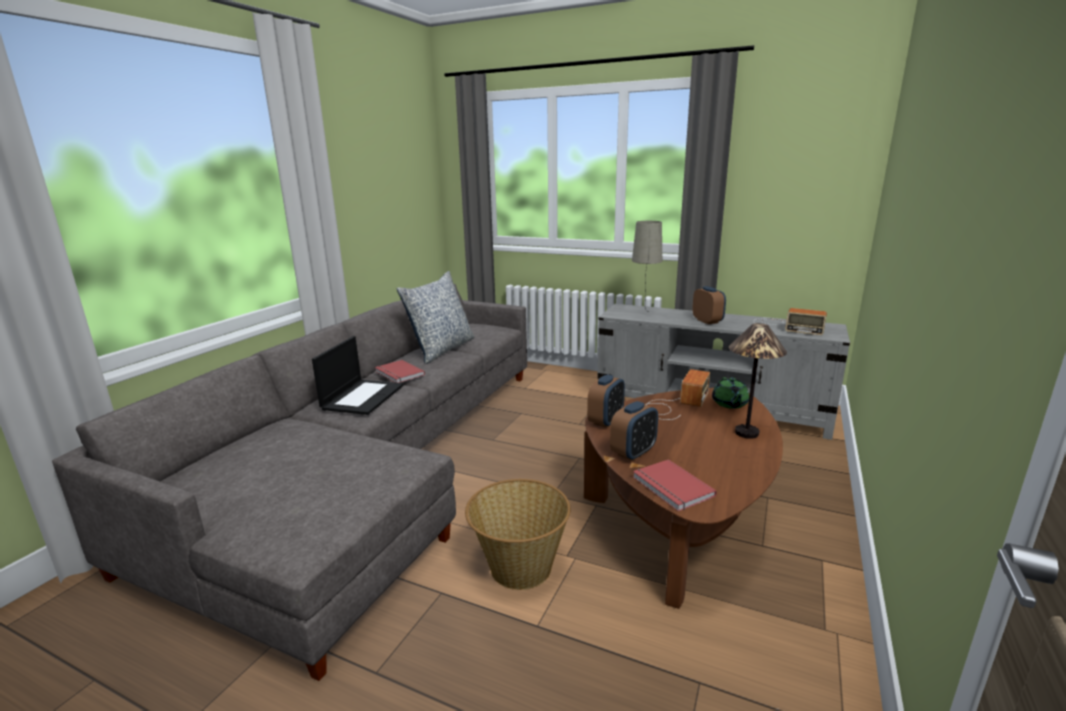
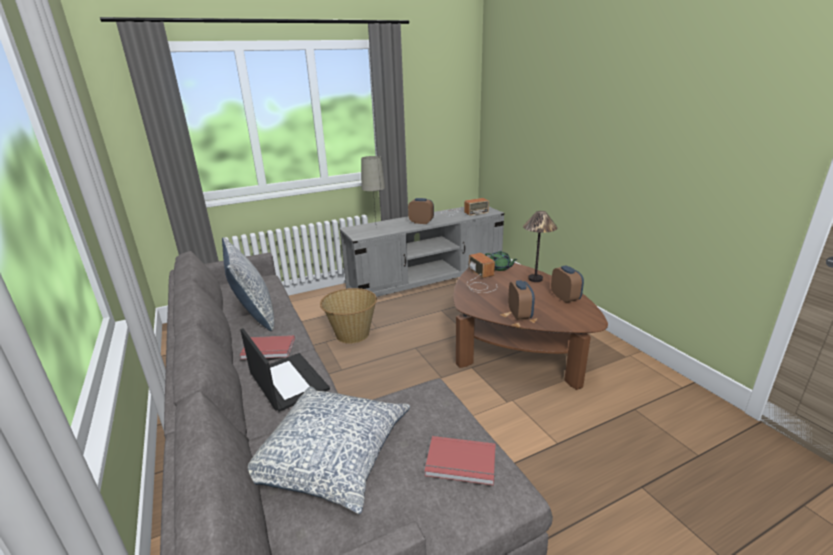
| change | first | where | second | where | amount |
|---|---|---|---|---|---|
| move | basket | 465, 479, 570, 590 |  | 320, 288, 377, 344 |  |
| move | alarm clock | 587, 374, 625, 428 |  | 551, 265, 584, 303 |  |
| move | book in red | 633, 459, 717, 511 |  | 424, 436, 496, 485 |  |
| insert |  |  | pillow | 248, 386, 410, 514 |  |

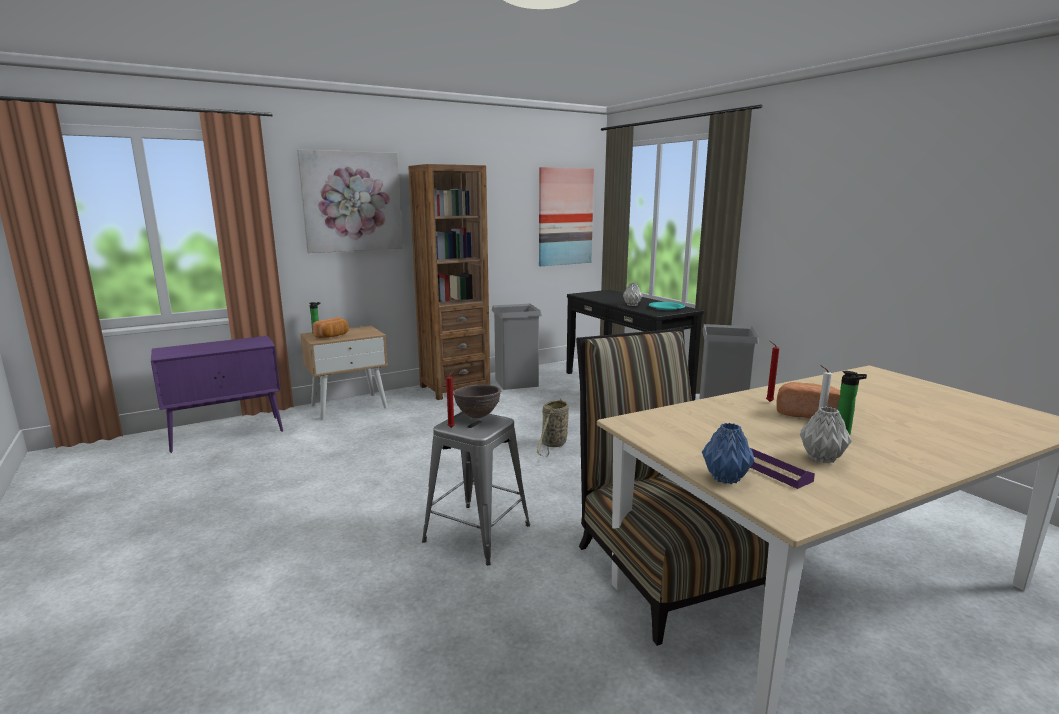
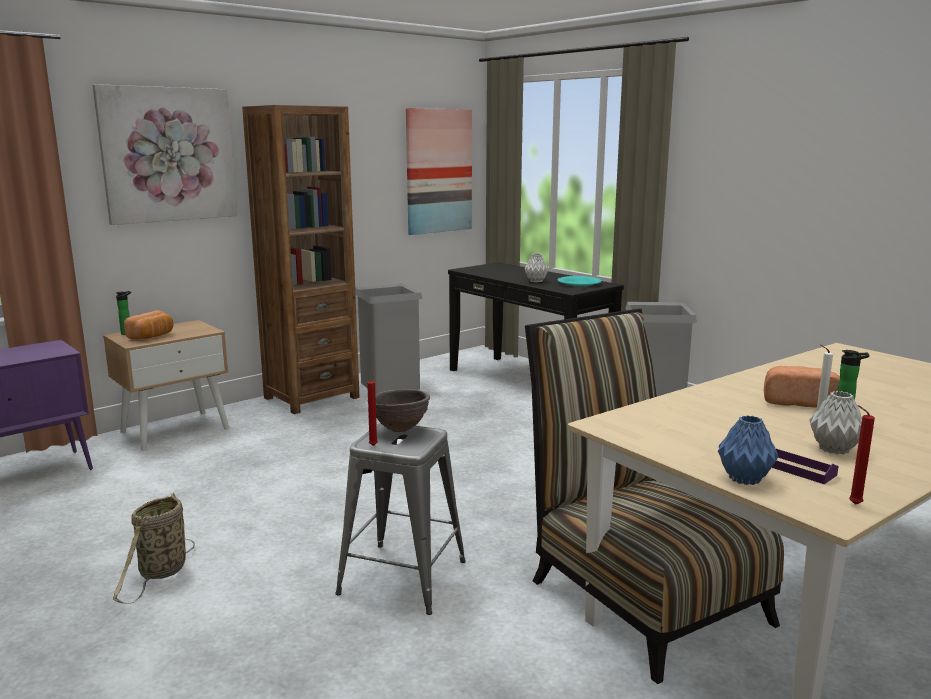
| change | first | where | second | where | amount |
|---|---|---|---|---|---|
| move | basket | 537, 399, 569, 457 |  | 113, 493, 195, 604 |  |
| move | candle in red | 766, 341, 779, 402 |  | 849, 405, 875, 505 |  |

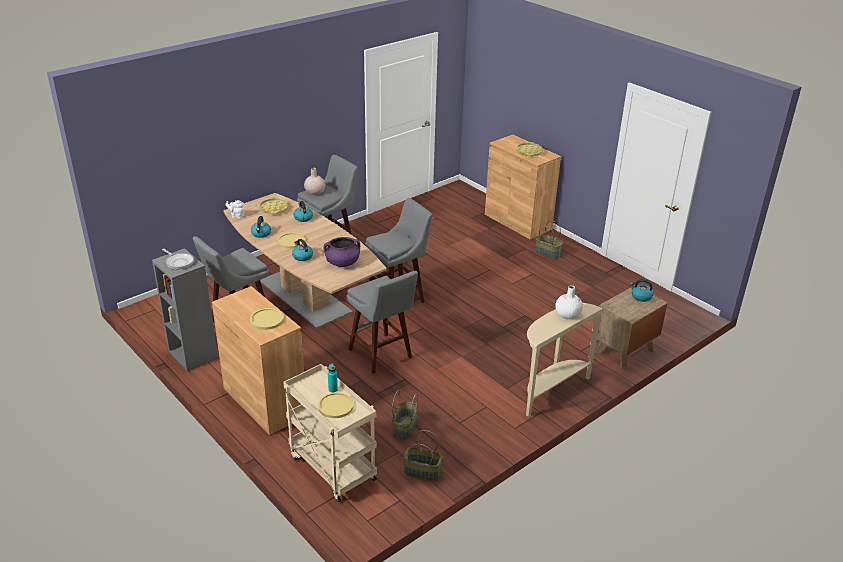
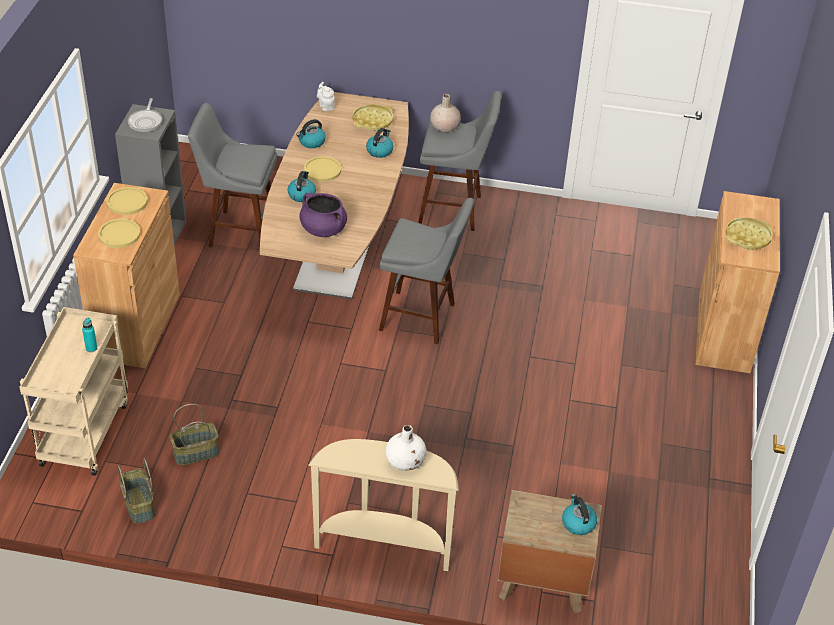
| change | first | where | second | where | amount |
|---|---|---|---|---|---|
| move | plate in yellow | 318, 392, 354, 418 |  | 107, 187, 148, 215 |  |
| delete | stool in grey | 346, 271, 418, 374 |  |  |  |
| delete | basket | 535, 221, 563, 259 |  |  |  |

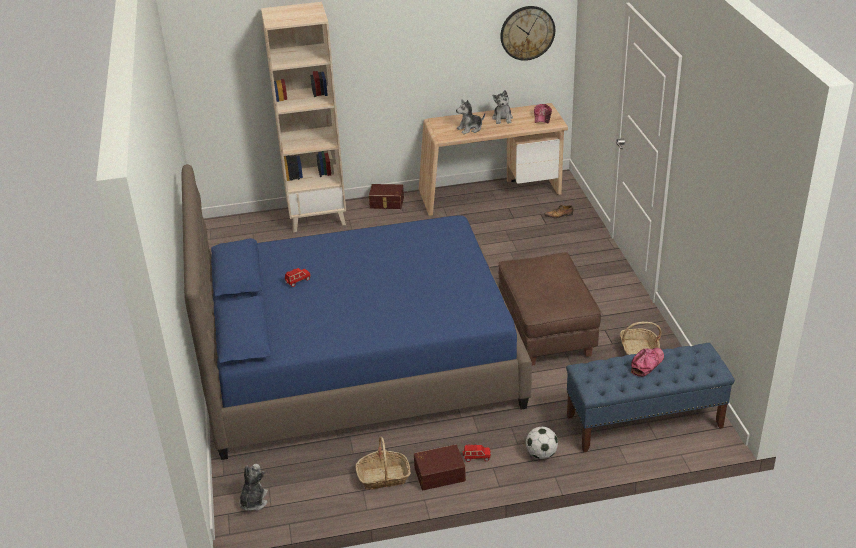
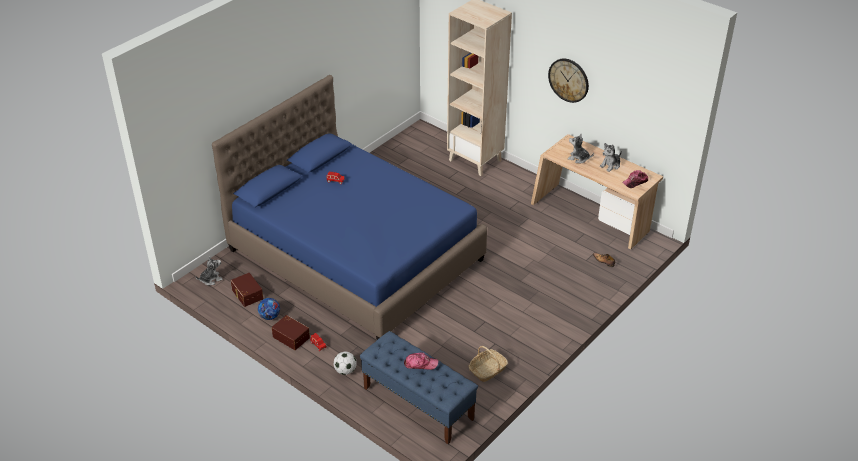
| change | first | where | second | where | amount |
|---|---|---|---|---|---|
| replace | basket | 355, 437, 411, 490 | football | 258, 298, 280, 320 |  |
| move | storage box in brown | 369, 184, 404, 209 |  | 231, 273, 264, 307 |  |
| delete | ottoman in brown | 499, 252, 601, 366 |  |  |  |
| move | wall clock | 500, 6, 555, 61 |  | 548, 58, 589, 103 |  |

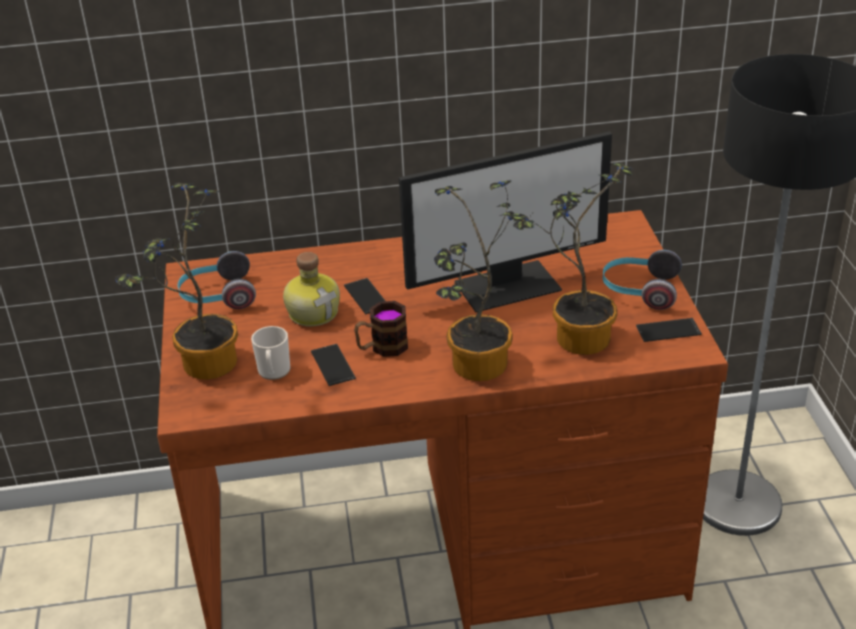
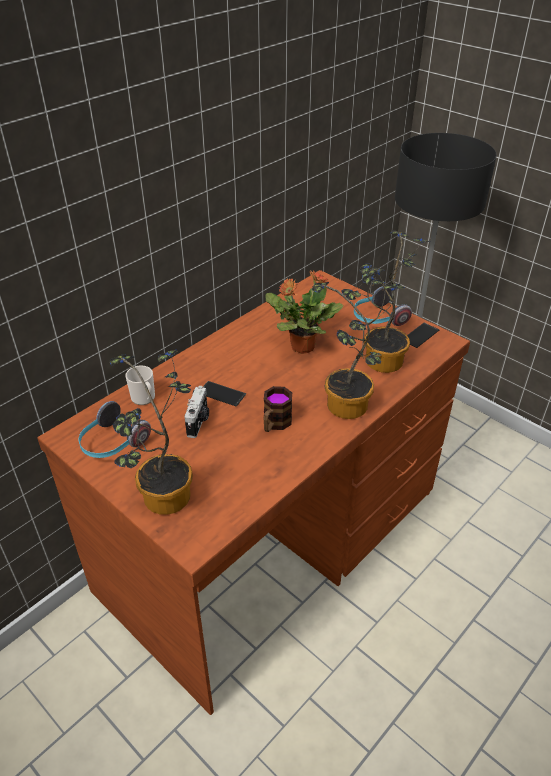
| change | first | where | second | where | amount |
|---|---|---|---|---|---|
| move | mug | 251, 326, 290, 380 |  | 125, 366, 155, 405 |  |
| replace | bottle | 283, 252, 340, 327 | photo camera | 184, 386, 209, 438 |  |
| delete | phone | 311, 344, 356, 386 |  |  |  |
| replace | monitor | 399, 132, 612, 312 | potted plant | 265, 270, 343, 354 |  |

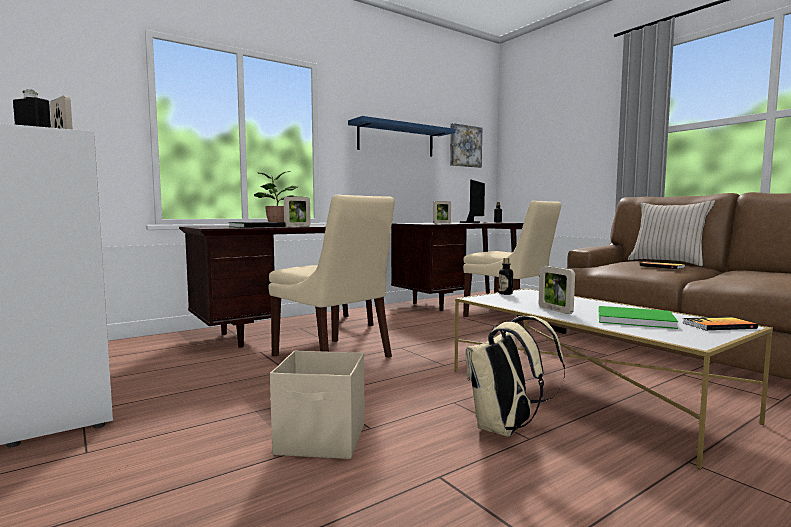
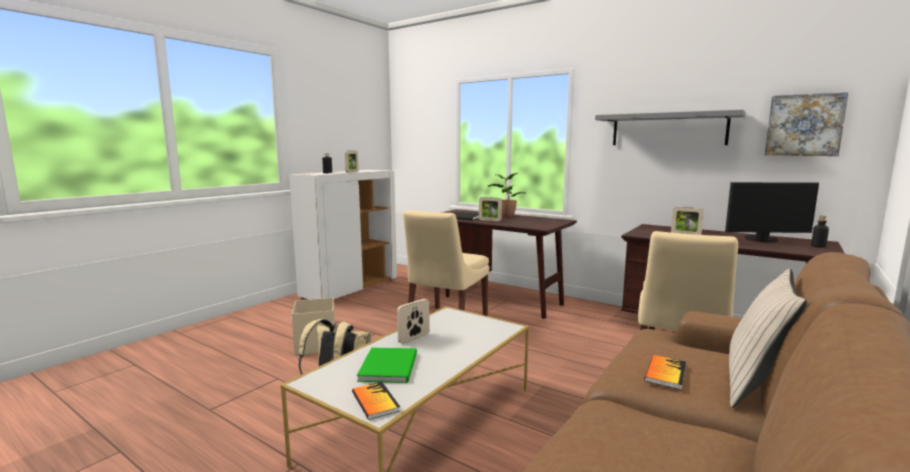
| change | first | where | second | where | amount |
|---|---|---|---|---|---|
| recolor | shelf in blue | 348, 116, 455, 157 | shelf in grey | 595, 110, 746, 145 |  |
| delete | bottle | 499, 258, 513, 295 |  |  |  |

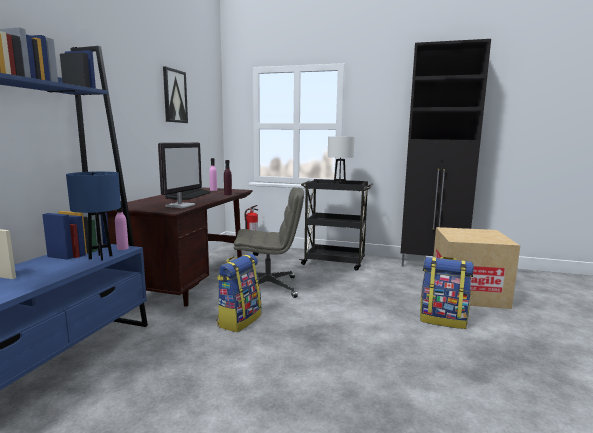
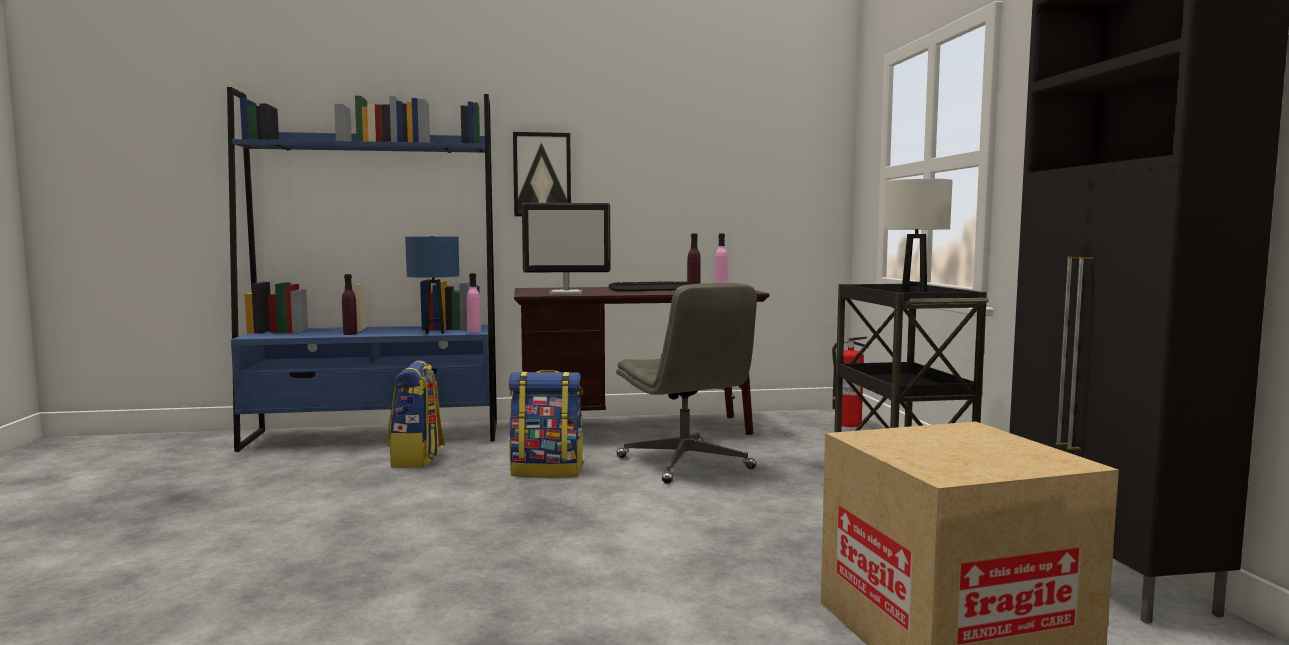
| change | first | where | second | where | amount |
|---|---|---|---|---|---|
| move | picture | 163, 66, 188, 123 |  | 513, 132, 571, 216 |  |
| move | backpack | 420, 257, 474, 329 |  | 388, 360, 445, 468 |  |
| insert |  |  | bottle in purple | 342, 274, 357, 335 |  |

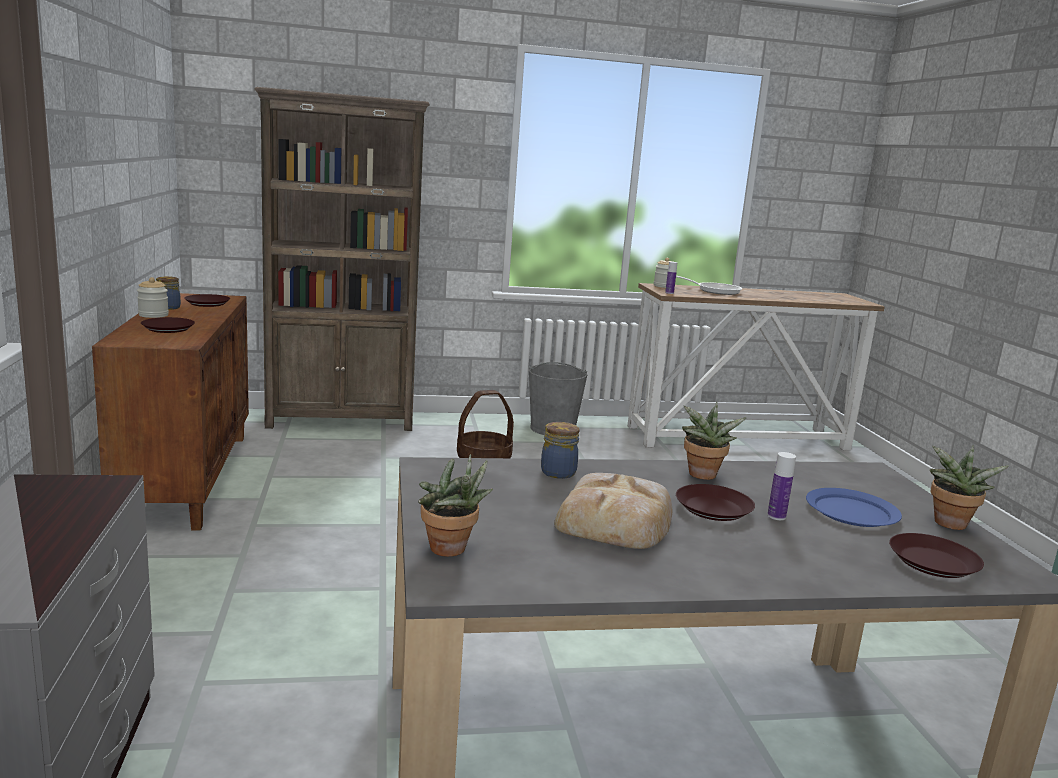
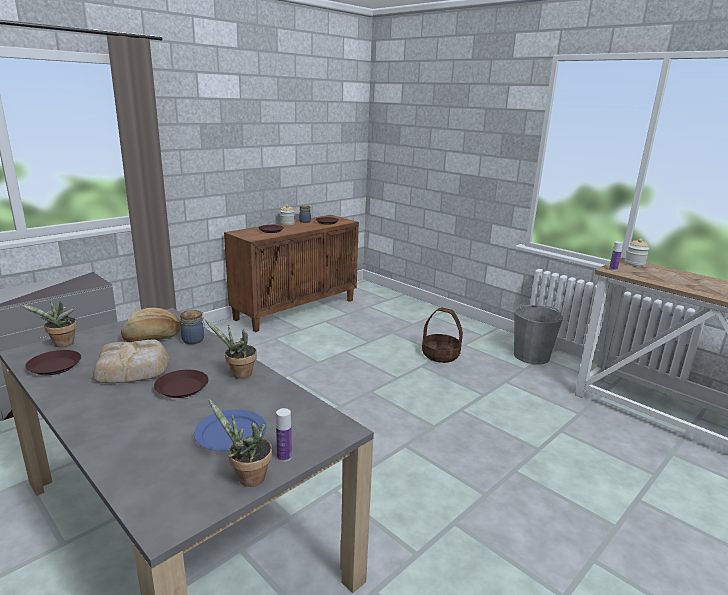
| change | first | where | second | where | amount |
|---|---|---|---|---|---|
| delete | bookcase in brown | 254, 87, 430, 431 |  |  |  |
| delete | frying pan | 676, 276, 743, 295 |  |  |  |
| move | bottle | 767, 452, 796, 520 |  | 276, 408, 292, 462 |  |
| move | plate in brown | 889, 533, 984, 578 |  | 25, 350, 81, 375 |  |
| insert |  |  | bread | 121, 308, 181, 342 |  |

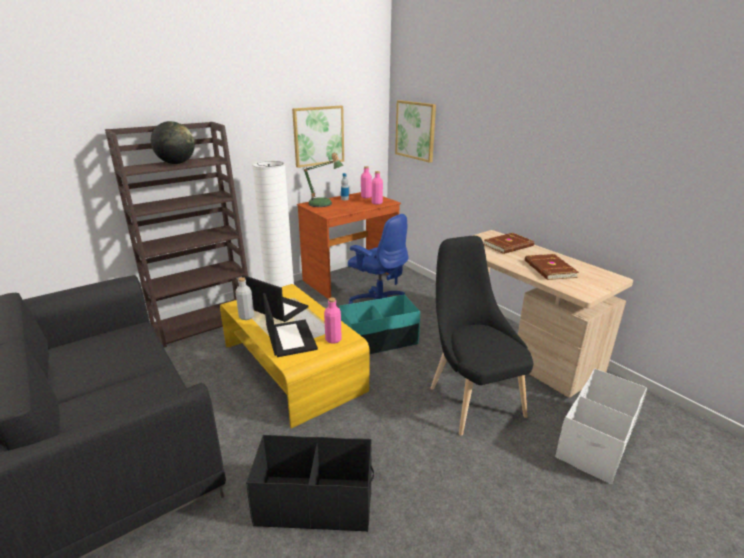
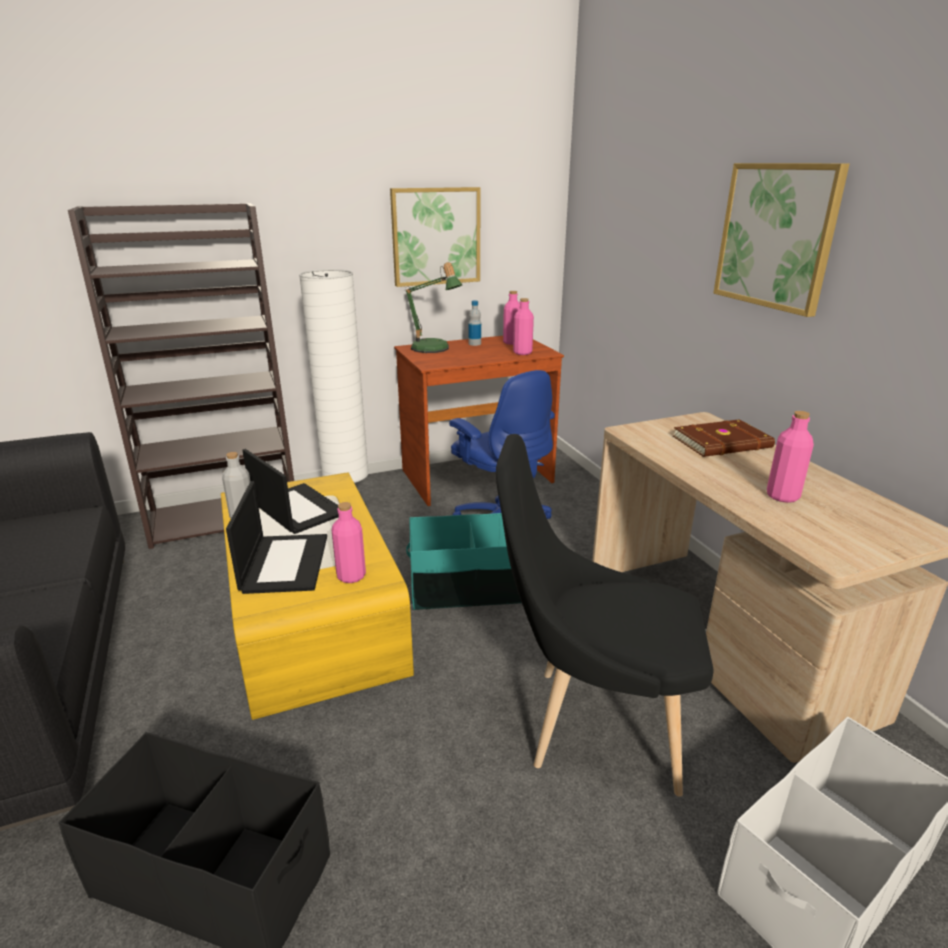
| change | first | where | second | where | amount |
|---|---|---|---|---|---|
| delete | globe | 151, 121, 195, 164 |  |  |  |
| move | picture | 395, 100, 436, 163 |  | 713, 163, 849, 317 |  |
| rotate | chair in black | 431, 236, 533, 436 |  | 496, 434, 714, 797 | 75 degrees counterclockwise |
| replace | book in brown | 525, 254, 579, 280 | bottle in pink | 767, 411, 814, 503 |  |

